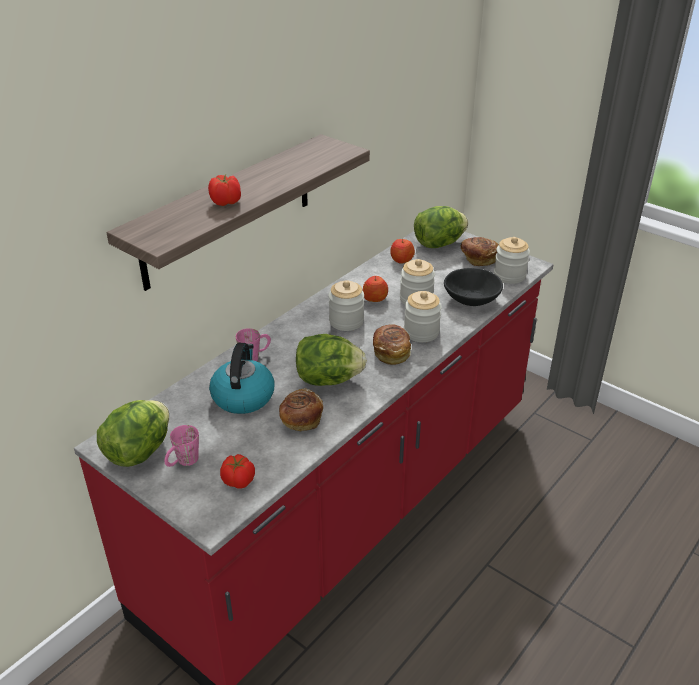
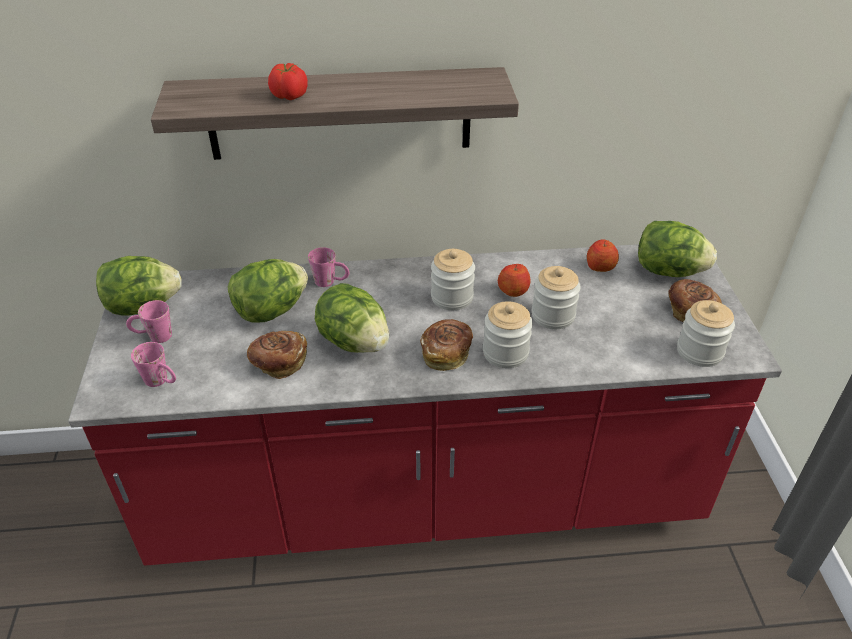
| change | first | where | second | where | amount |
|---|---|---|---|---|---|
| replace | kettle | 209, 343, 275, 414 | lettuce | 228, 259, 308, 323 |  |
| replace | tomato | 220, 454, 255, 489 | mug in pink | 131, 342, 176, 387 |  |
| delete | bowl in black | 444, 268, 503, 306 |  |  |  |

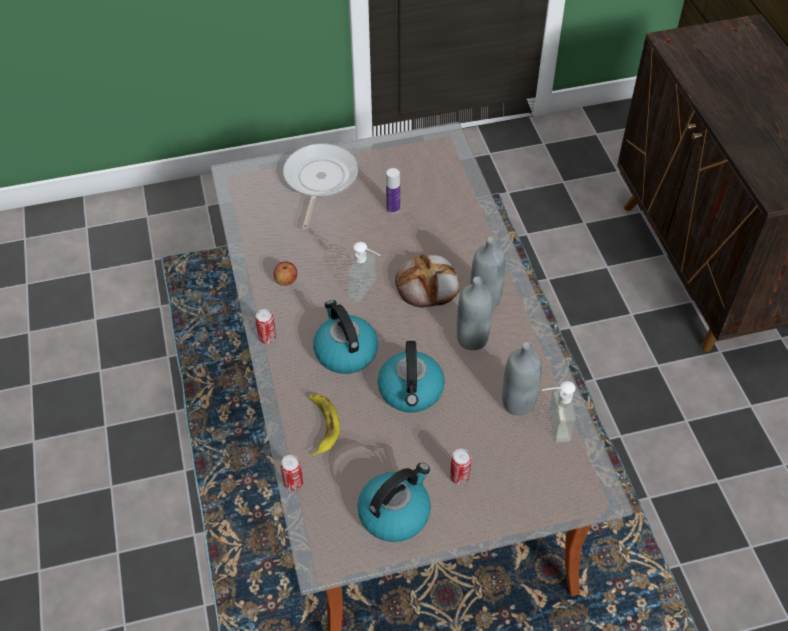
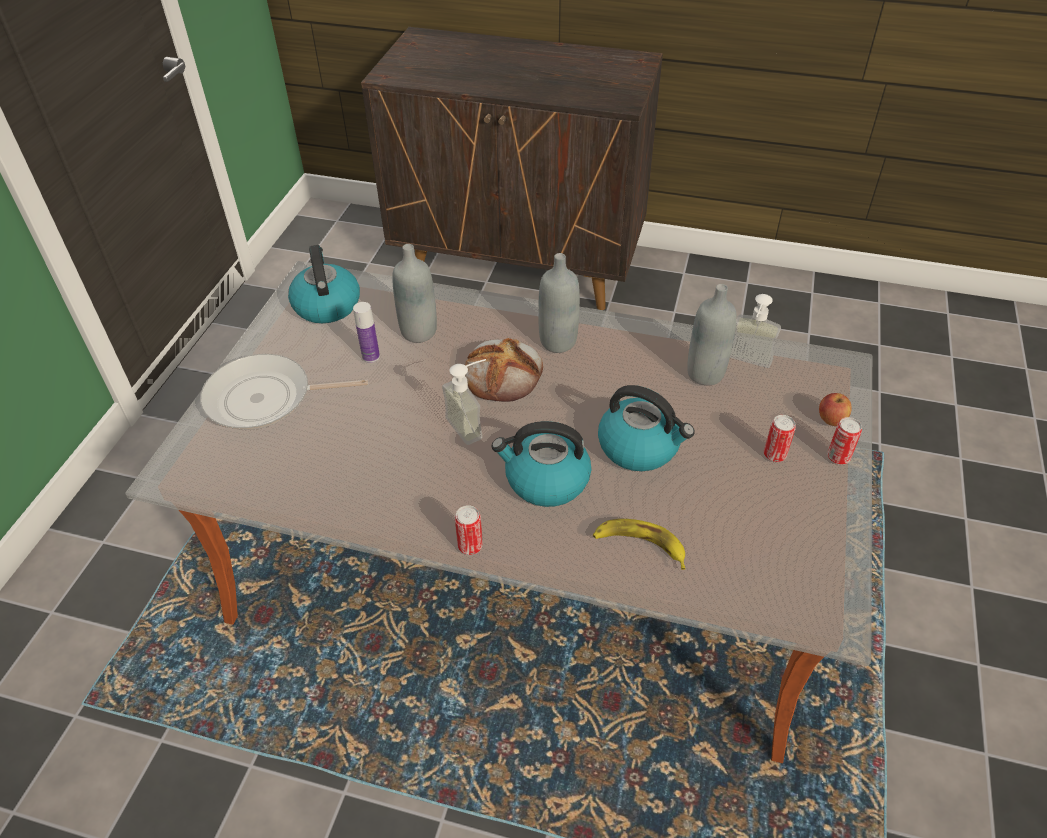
| change | first | where | second | where | amount |
|---|---|---|---|---|---|
| move | apple | 274, 261, 297, 286 |  | 819, 393, 852, 426 |  |
| move | can | 280, 455, 303, 491 |  | 827, 417, 862, 465 |  |
| rotate | frying pan | 283, 143, 359, 231 |  | 200, 354, 368, 430 | 45 degrees counterclockwise |
| move | kettle | 358, 463, 431, 542 |  | 288, 245, 360, 323 |  |
| move | bottle in grey | 457, 276, 493, 350 |  | 392, 244, 437, 343 |  |

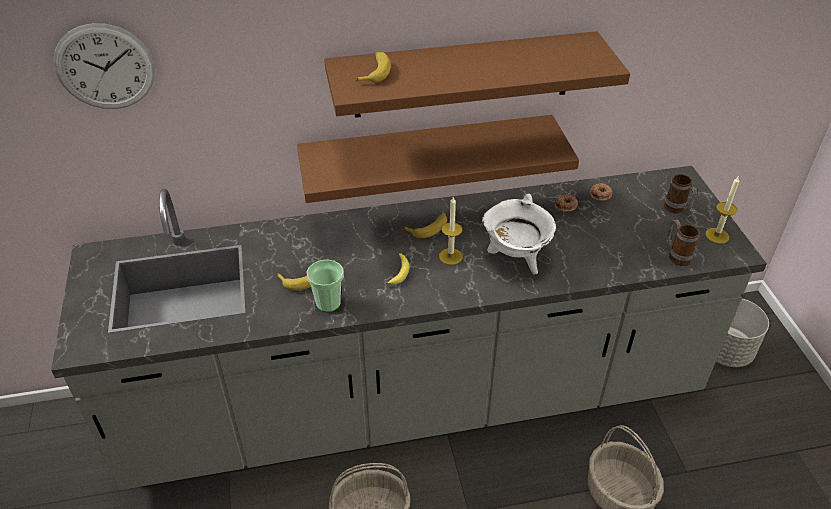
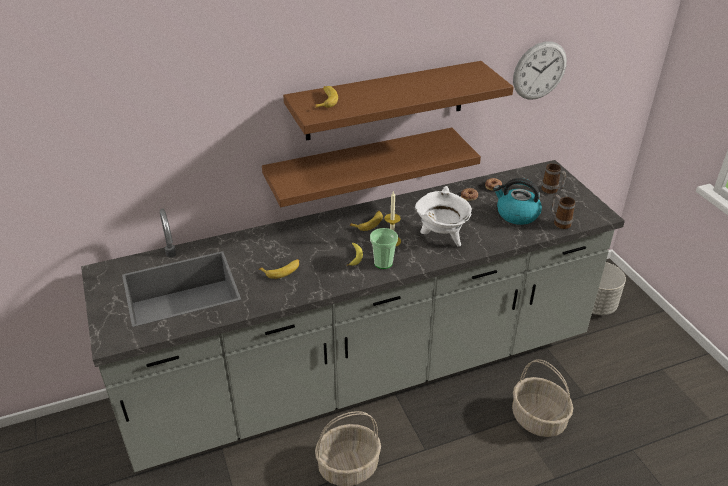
| change | first | where | second | where | amount |
|---|---|---|---|---|---|
| move | wall clock | 53, 23, 155, 109 |  | 513, 41, 567, 100 |  |
| move | cup | 307, 259, 344, 312 |  | 370, 228, 398, 269 |  |
| delete | candle | 705, 177, 739, 244 |  |  |  |
| insert |  |  | kettle | 493, 178, 542, 225 |  |

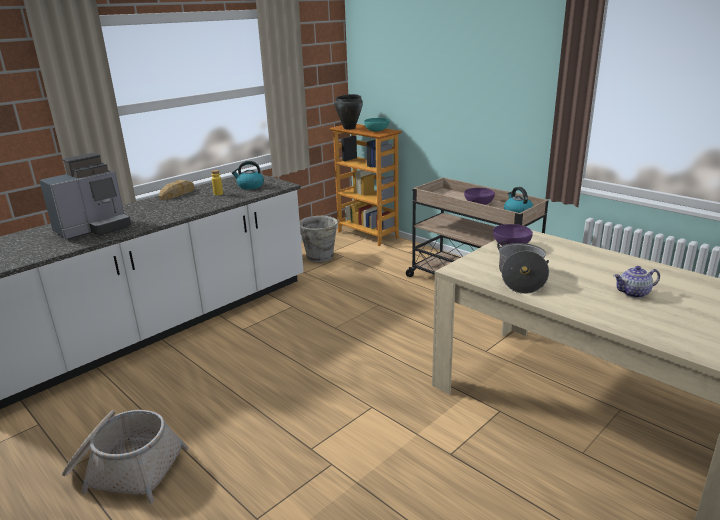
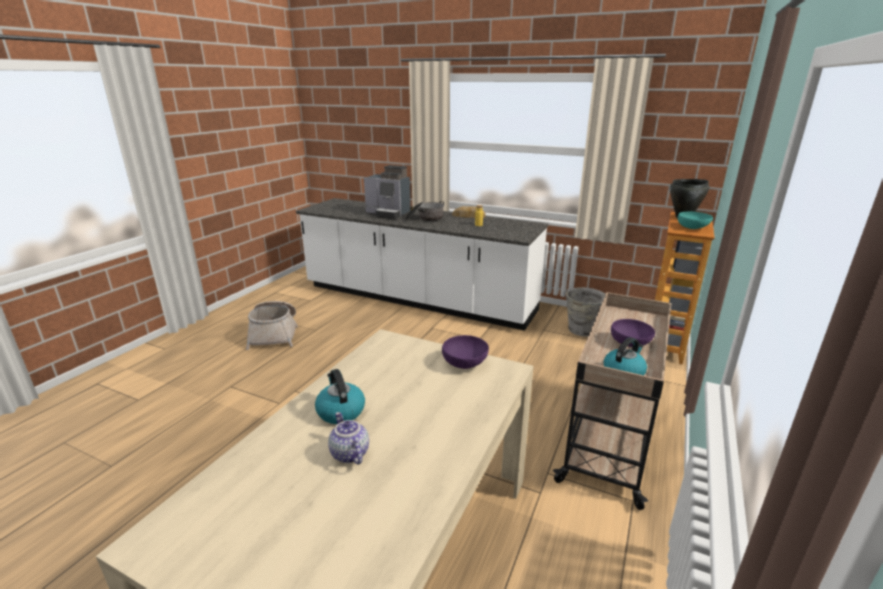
| change | first | where | second | where | amount |
|---|---|---|---|---|---|
| move | kettle | 232, 161, 264, 189 |  | 315, 369, 365, 424 |  |
| move | cooking pot | 497, 241, 549, 294 |  | 406, 201, 444, 221 |  |

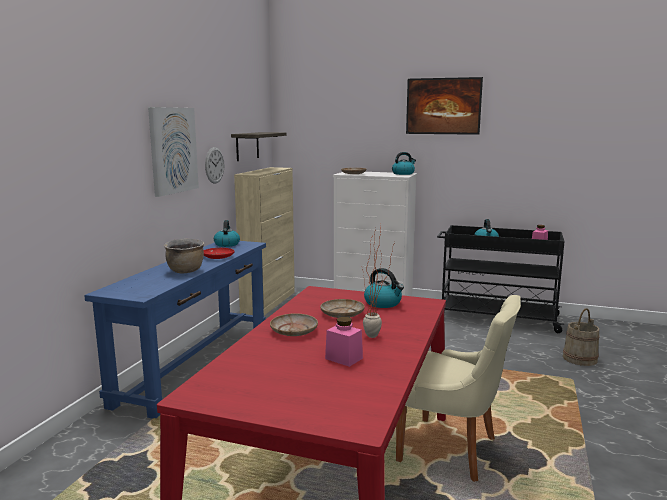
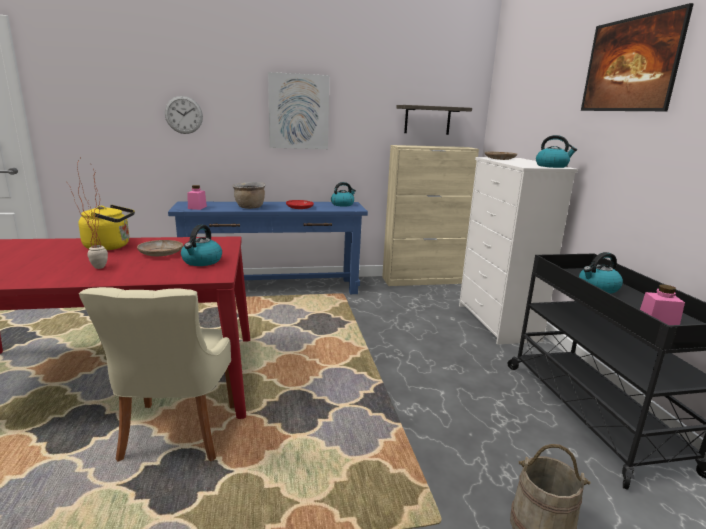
| change | first | where | second | where | amount |
|---|---|---|---|---|---|
| move | wall clock | 205, 147, 224, 184 |  | 165, 96, 203, 134 |  |
| replace | plate in beige | 270, 313, 318, 336 | kettle in yellow | 79, 205, 135, 250 |  |
| move | jar in pink | 325, 317, 363, 367 |  | 187, 185, 207, 210 |  |

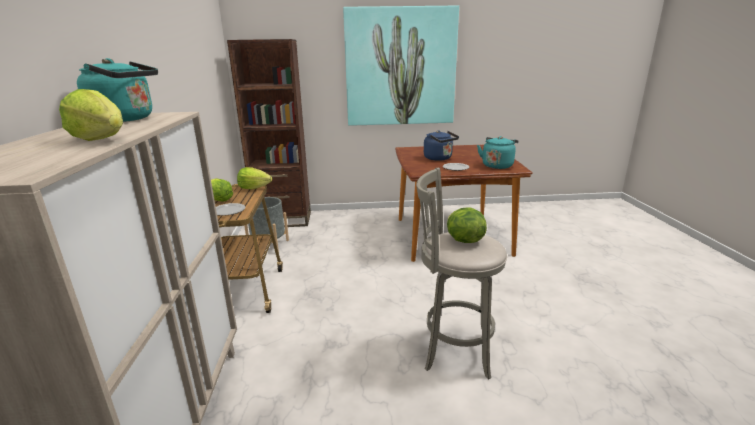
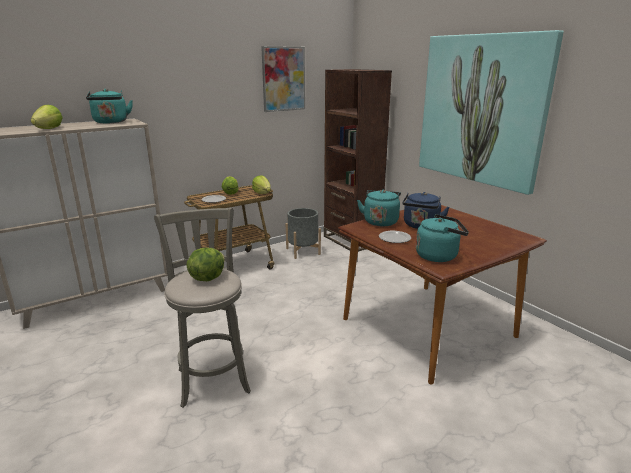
| change | first | where | second | where | amount |
|---|---|---|---|---|---|
| insert |  |  | picture | 261, 46, 305, 112 |  |
| insert |  |  | kettle in turquoise | 357, 190, 401, 226 |  |

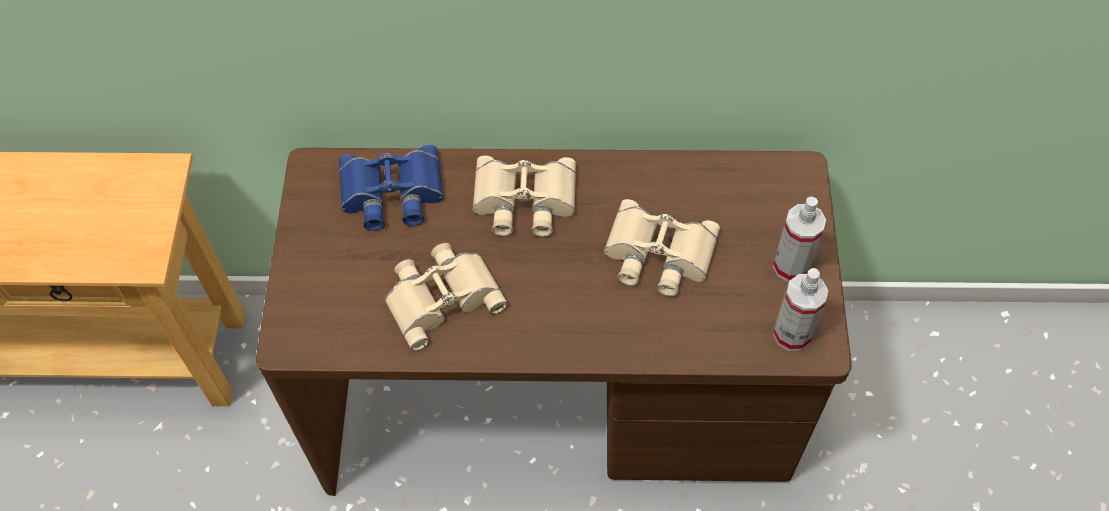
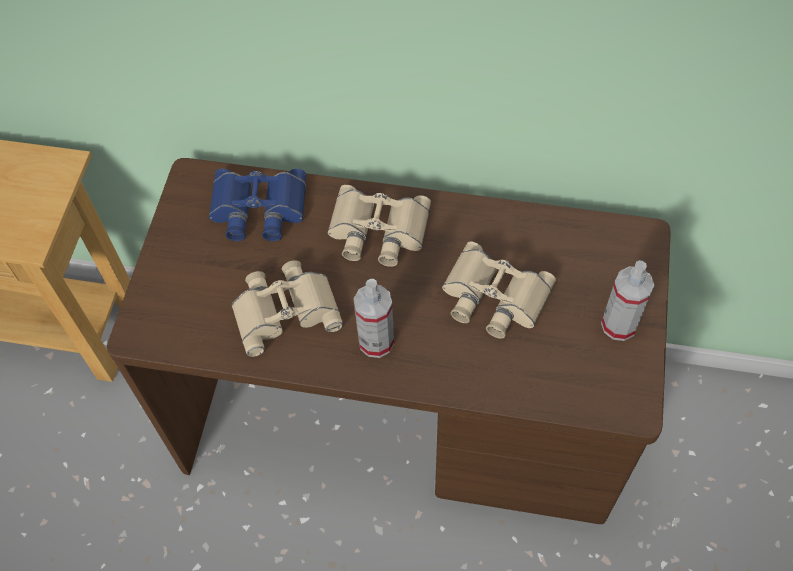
| change | first | where | second | where | amount |
|---|---|---|---|---|---|
| move | spray bottle | 773, 268, 828, 351 |  | 354, 279, 394, 358 |  |

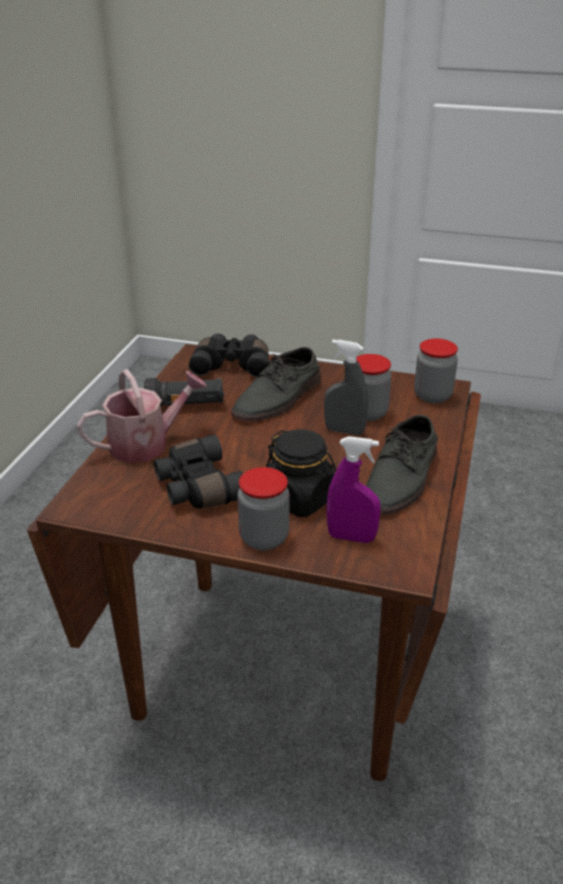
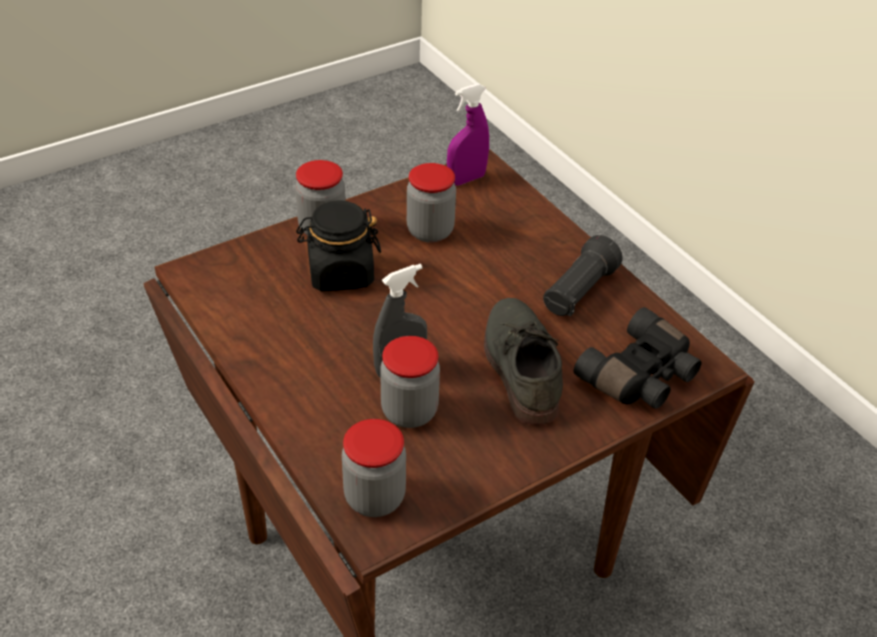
| change | first | where | second | where | amount |
|---|---|---|---|---|---|
| delete | watering can | 77, 369, 207, 463 |  |  |  |
| replace | binoculars in black | 154, 435, 243, 509 | jar | 407, 163, 456, 243 |  |
| move | spray bottle in purple | 327, 436, 381, 543 |  | 447, 83, 489, 186 |  |
| delete | shoe in grey | 366, 415, 438, 515 |  |  |  |

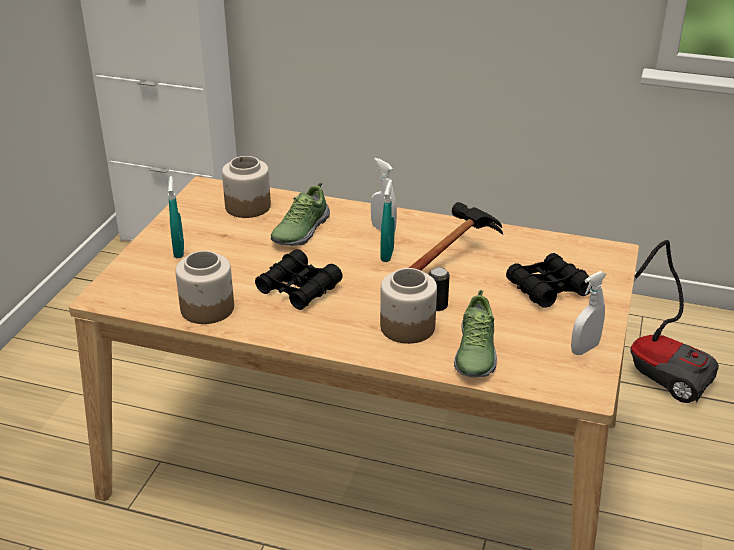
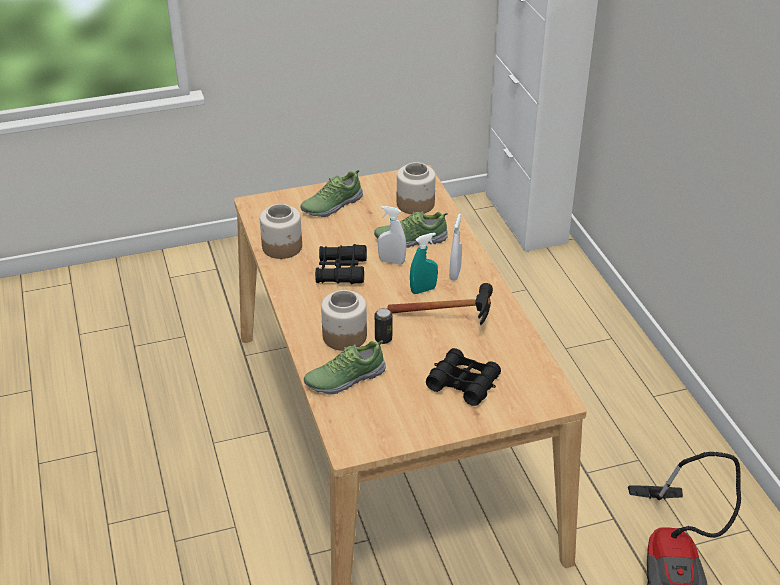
| change | first | where | second | where | amount |
|---|---|---|---|---|---|
| replace | spray bottle in turquoise | 168, 176, 184, 258 | shoe | 300, 170, 363, 217 |  |
| move | spray bottle in white | 571, 271, 606, 355 |  | 378, 206, 406, 265 |  |

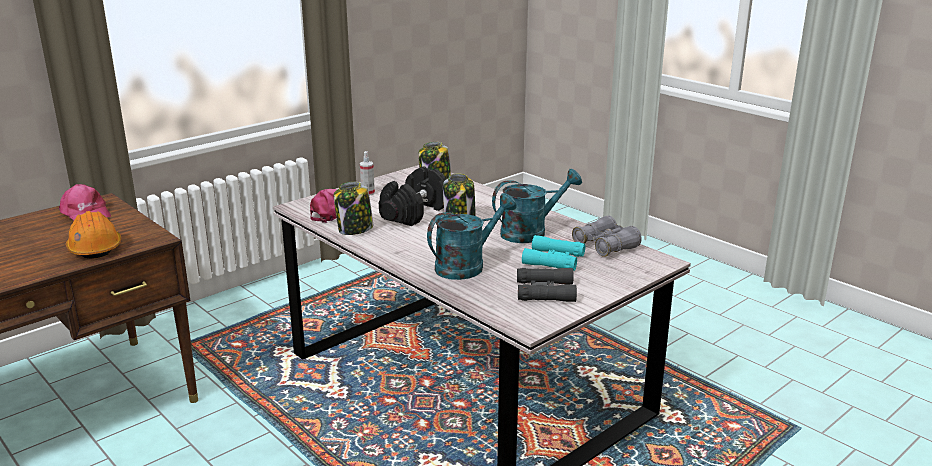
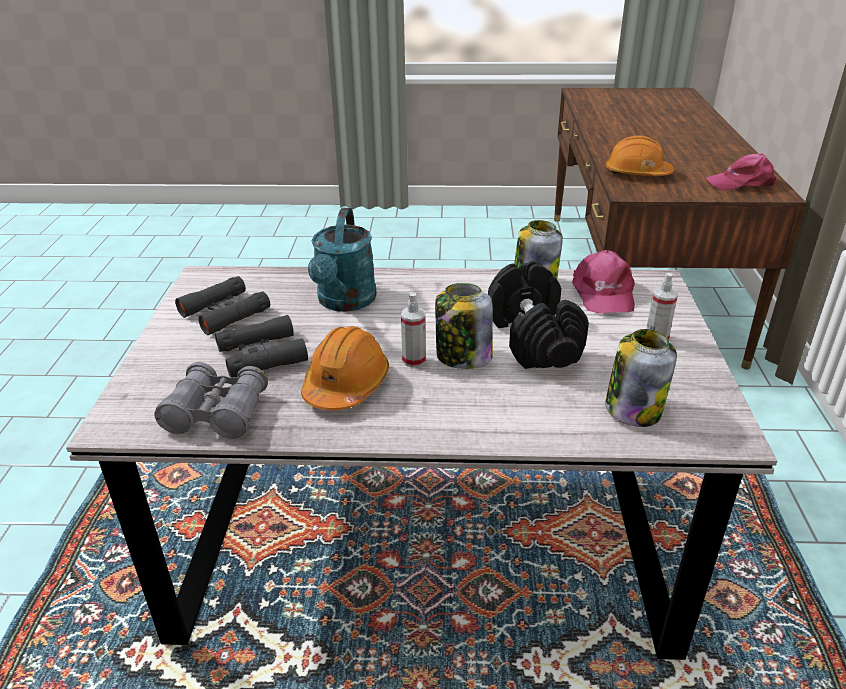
| change | first | where | second | where | amount |
|---|---|---|---|---|---|
| replace | watering can in turquoise | 492, 169, 582, 243 | hard hat in orange | 301, 326, 389, 411 |  |
| recolor | binoculars in turquoise | 522, 235, 585, 271 | binoculars in black | 215, 315, 308, 377 |  |
| insert |  |  | spray bottle | 401, 293, 426, 368 |  |

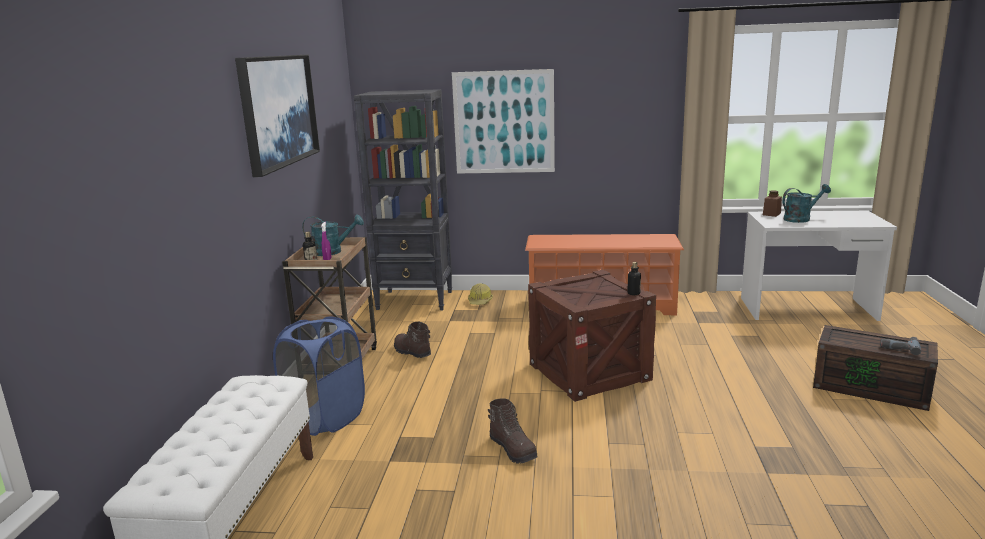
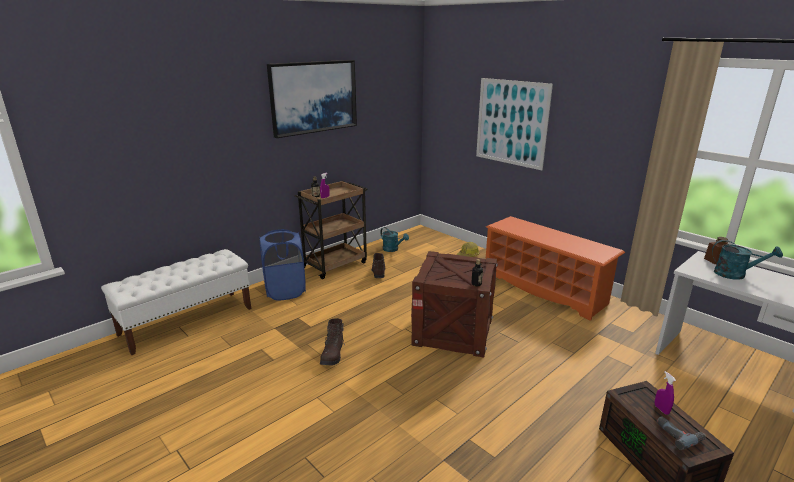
| change | first | where | second | where | amount |
|---|---|---|---|---|---|
| move | watering can in turquoise | 302, 214, 364, 256 |  | 380, 227, 409, 252 |  |
| delete | bookcase in black | 354, 89, 452, 310 |  |  |  |
| insert |  |  | spray bottle in purple | 655, 371, 676, 415 |  |

